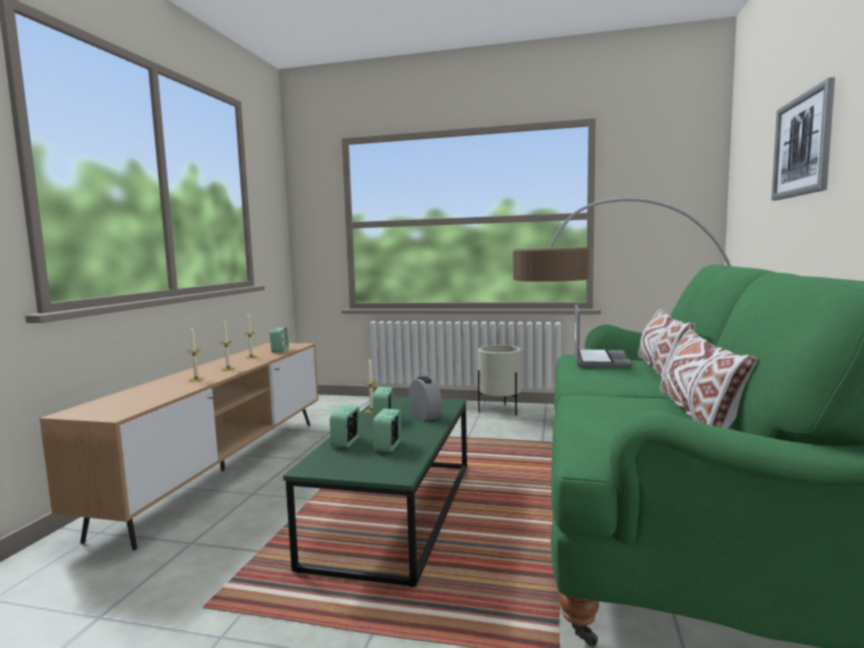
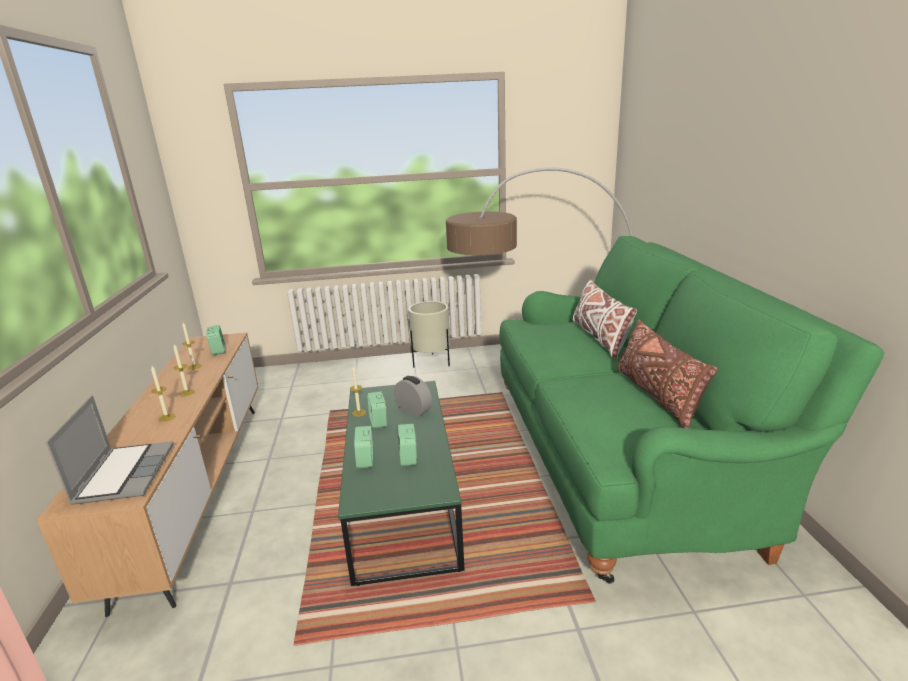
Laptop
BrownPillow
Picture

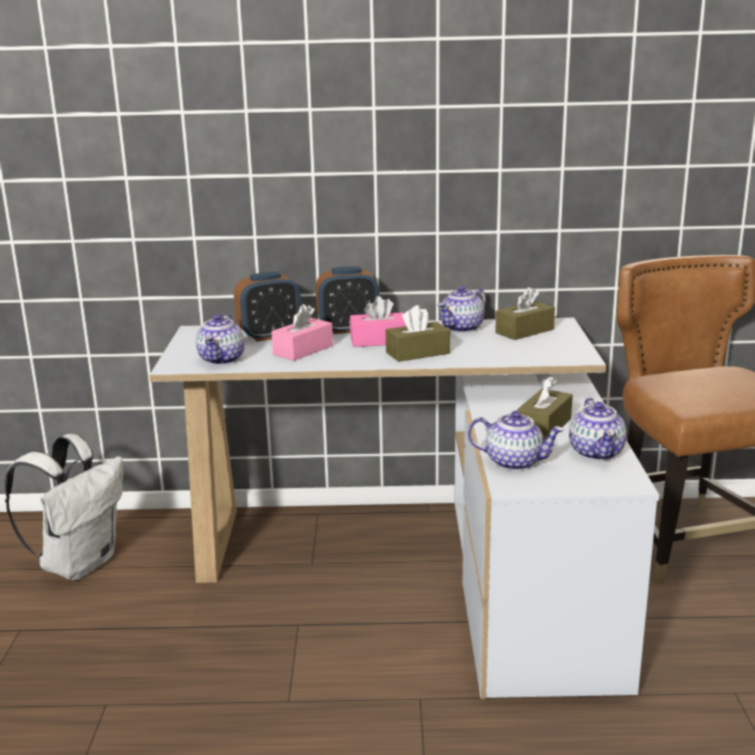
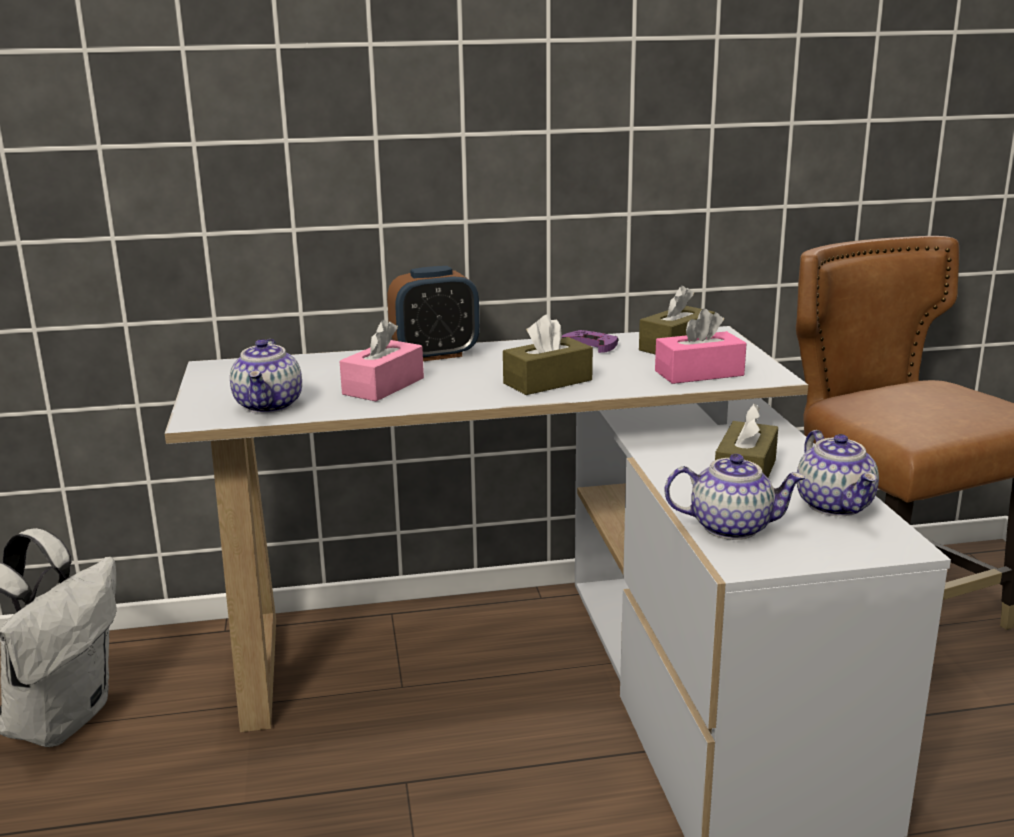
AlarmClock (no. 1 from left in the first image)
PinkTissueBox (no. 2 from left)
PurpleGameController

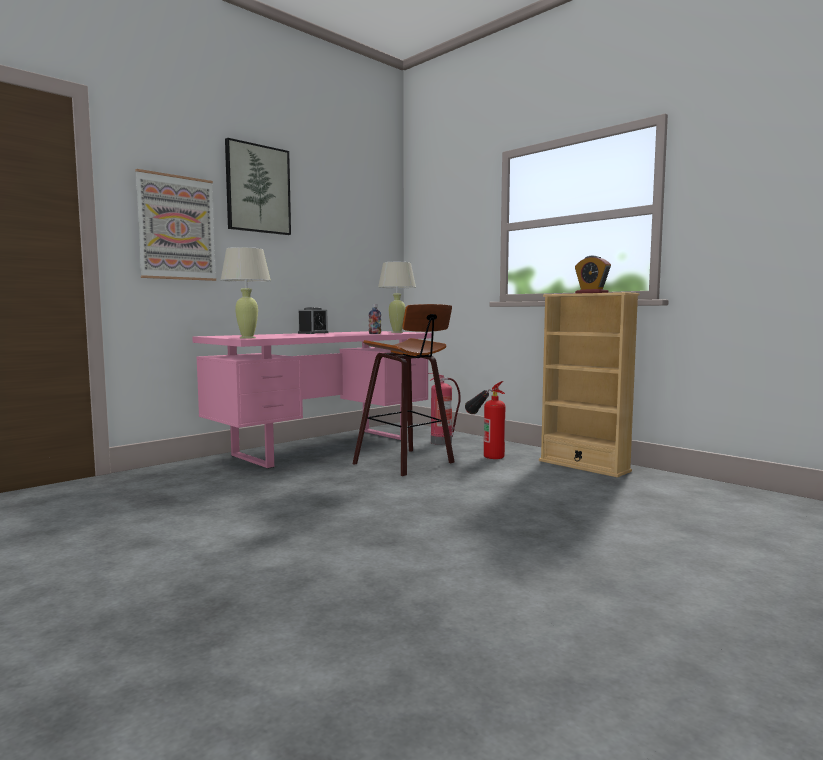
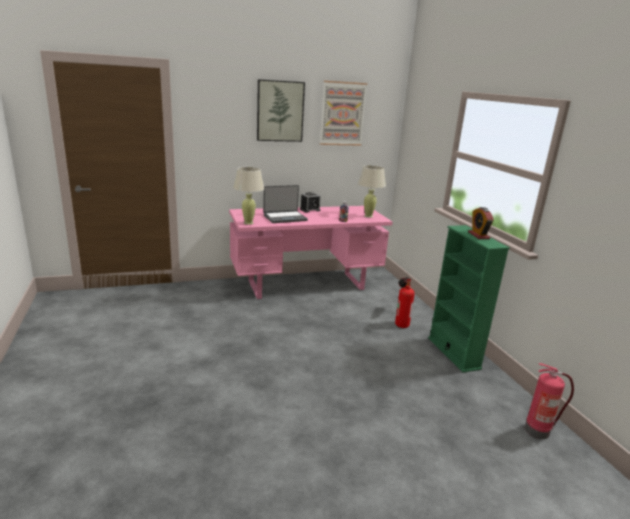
Picture (no. 2 from left)
Stool
FireExtinguisher (no. 2 from left)
GreenBookcase
Laptop

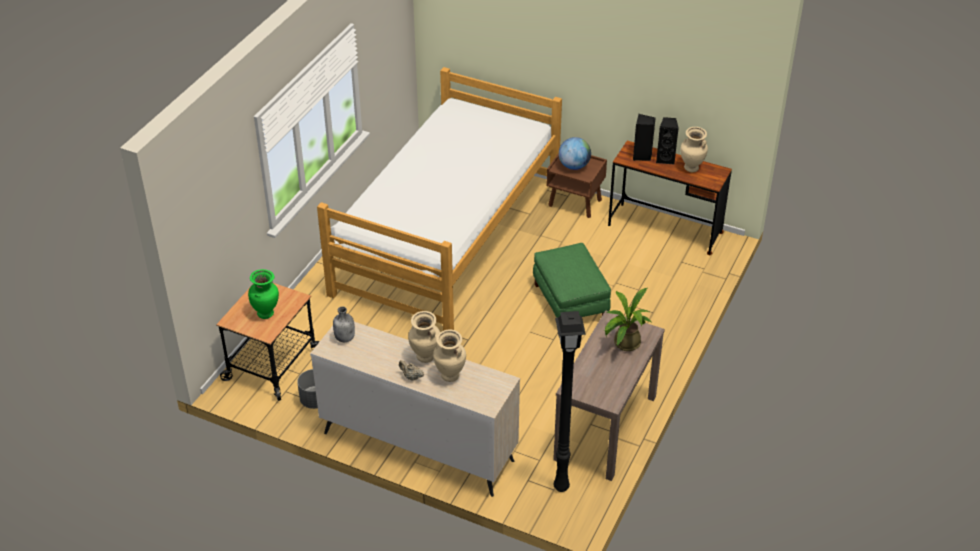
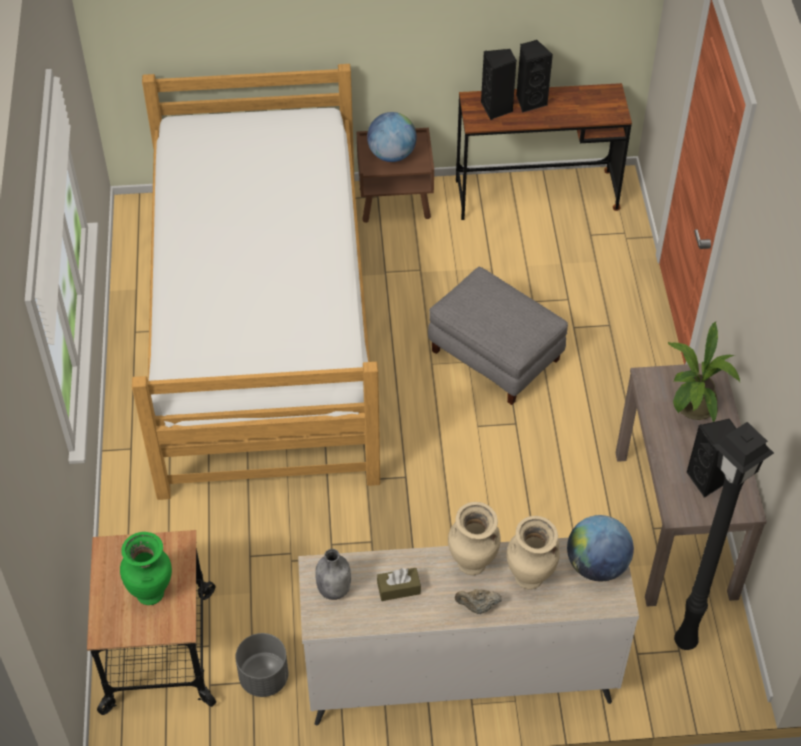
GreyOttoman
BeigeVase (no. 3 from left in the first image)
BrownTissueBox
Globe (no. 2 from left)
BlackSpeaker (no. 3 from left)

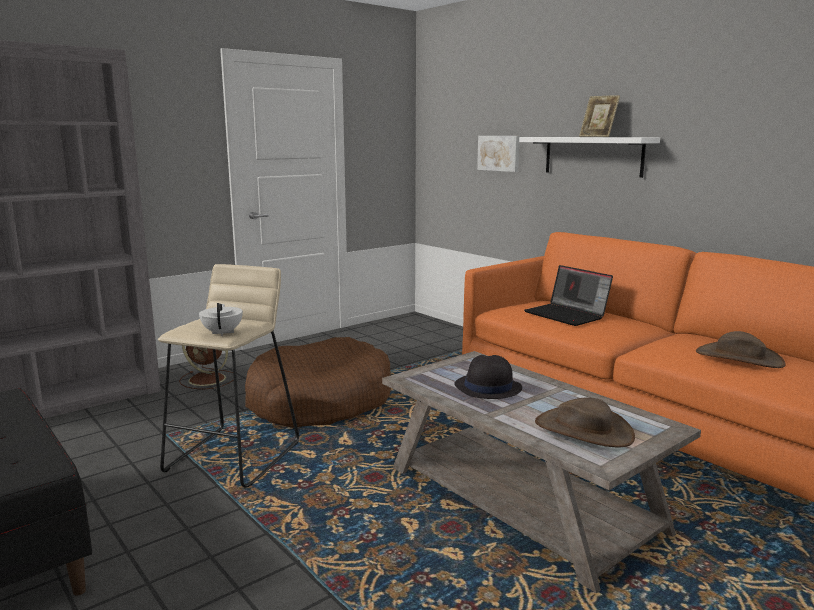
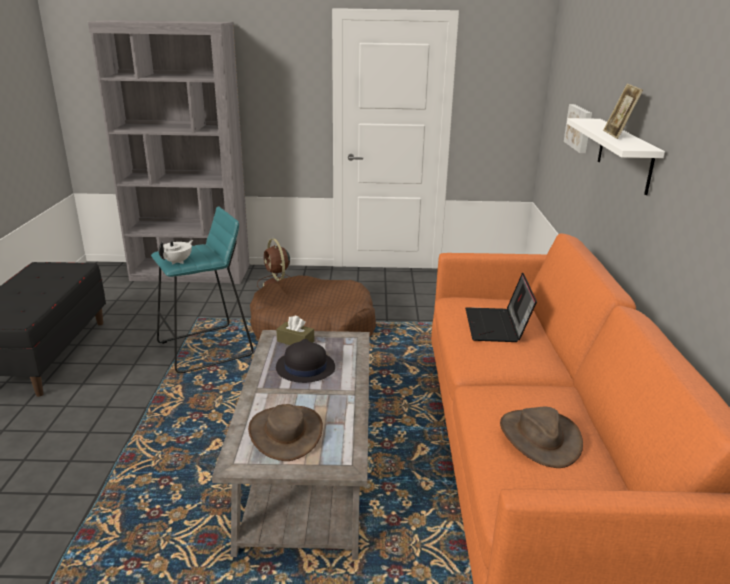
TurquoiseStool
BrownTissueBox

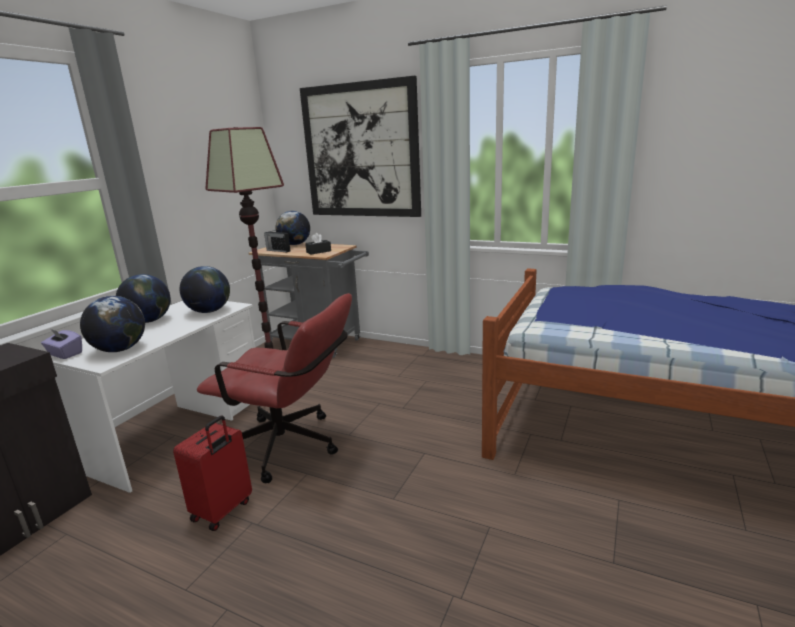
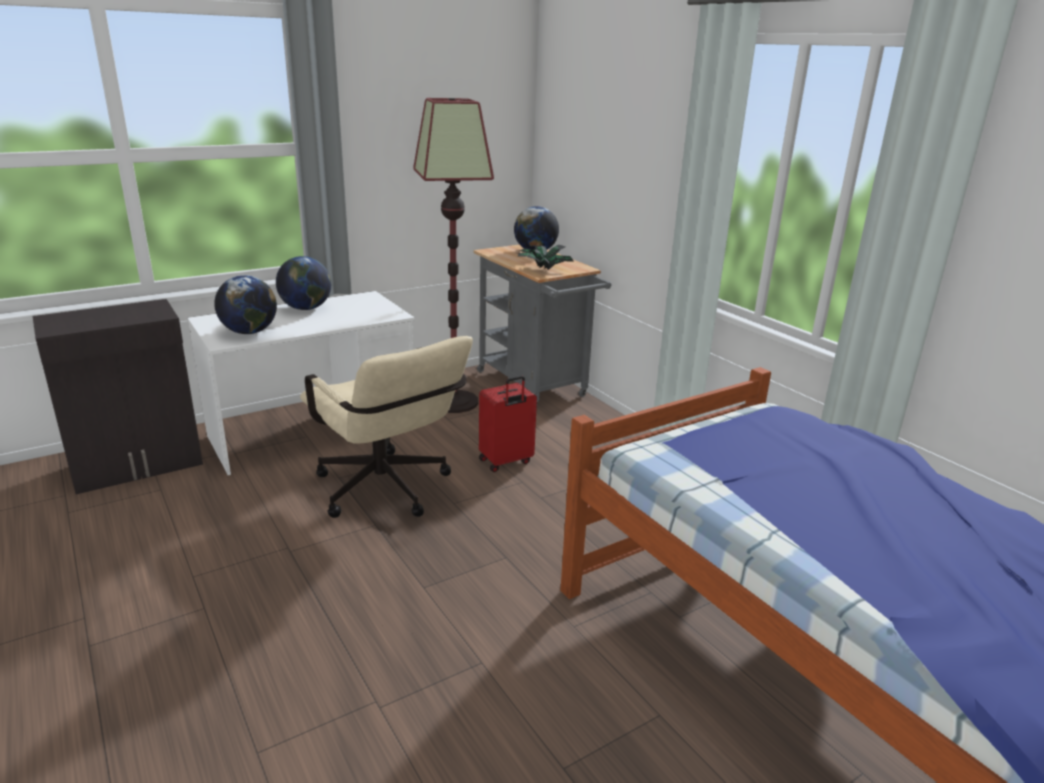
PurpleTissueBox
RedSuitcase
Globe (no. 3 from left in the first image)
BeigeOfficeChair
Radio
Picture
PottedPlant

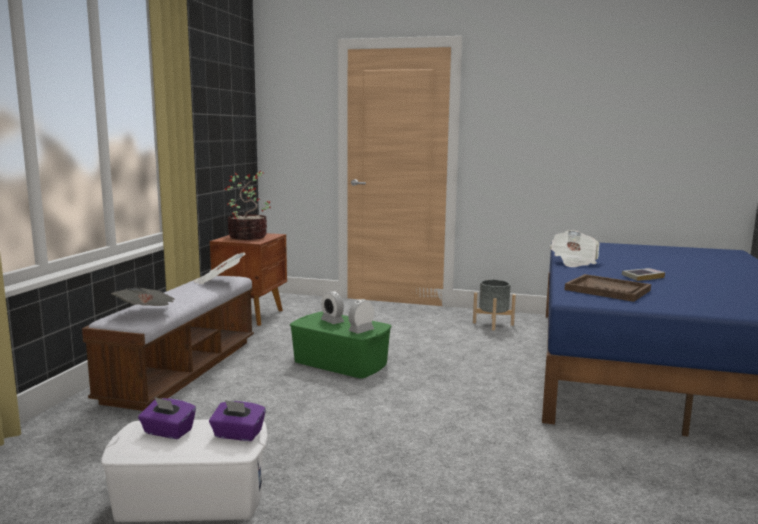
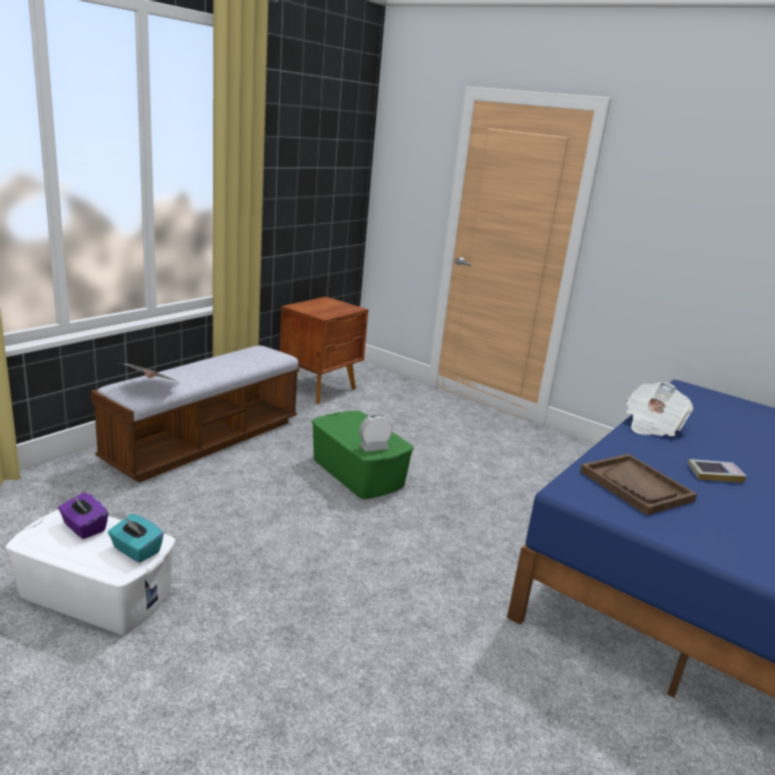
Newspaper (no. 2 from left in the first image)
TurquoiseTissueBox
PottedPlant
AlarmClock (no. 1 from left in the first image)
GreyPlanter

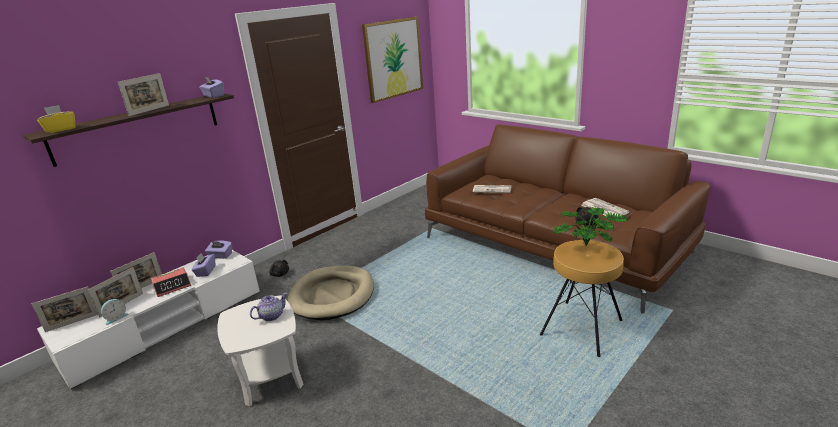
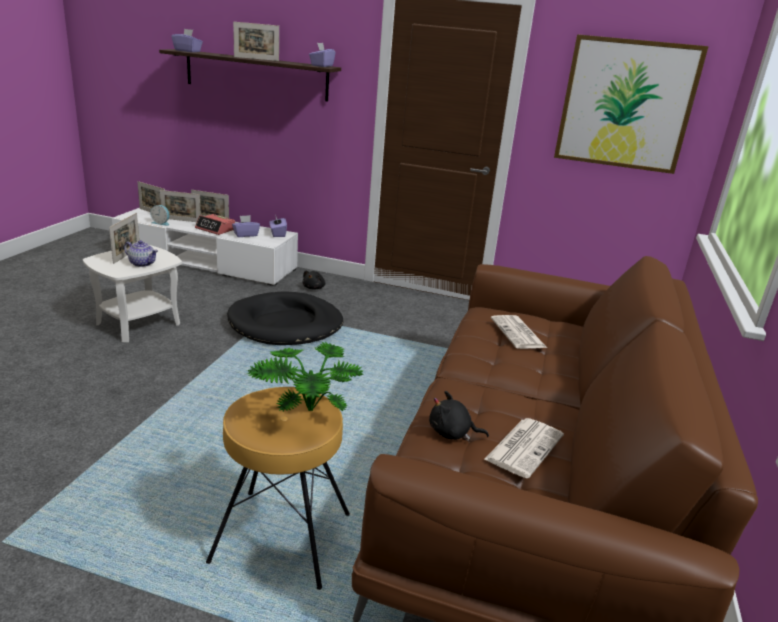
PurpleTissueBox (no. 1 from left)
BlackDogBed
PictureFrame (no. 1 from left)

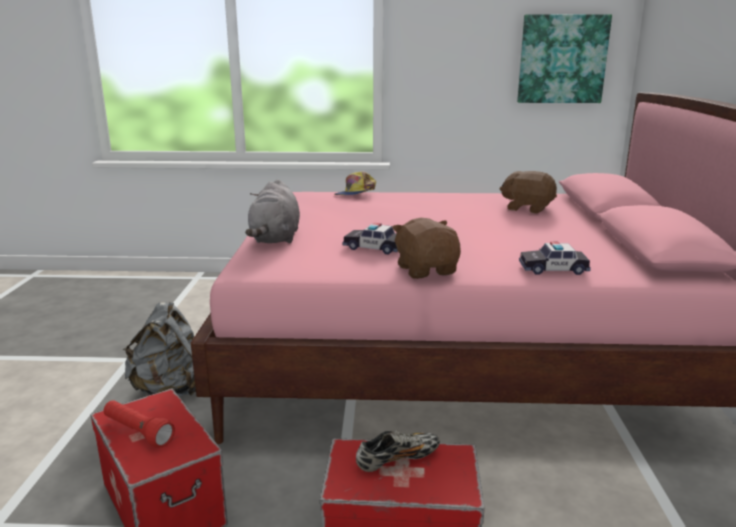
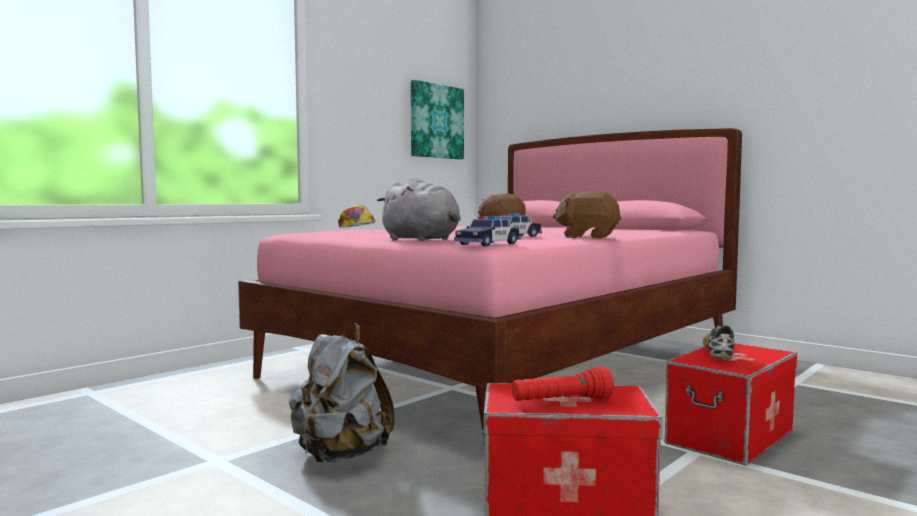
ToyCar (no. 1 from left)

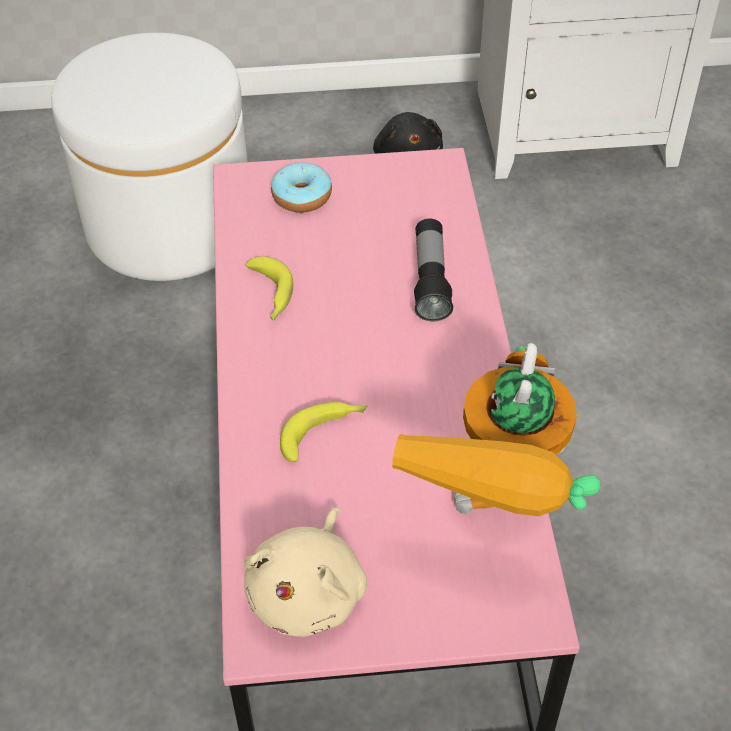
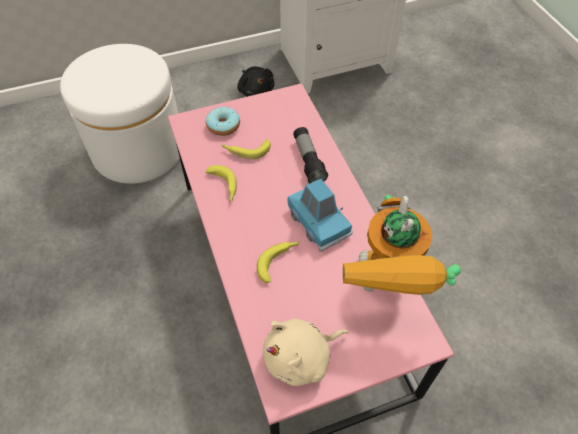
BeigePlushToy
Banana (no. 2 from left)
BlueToyCar

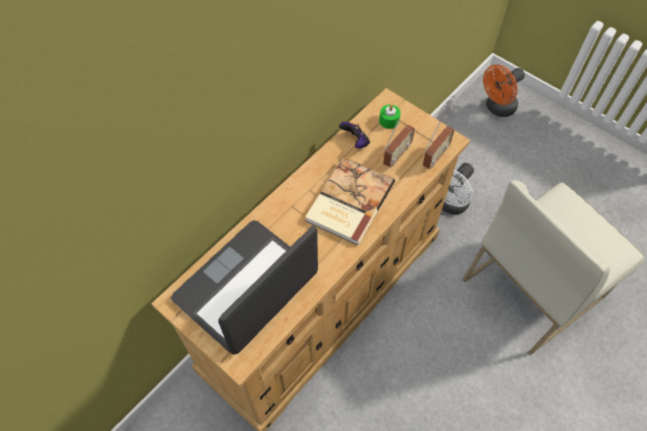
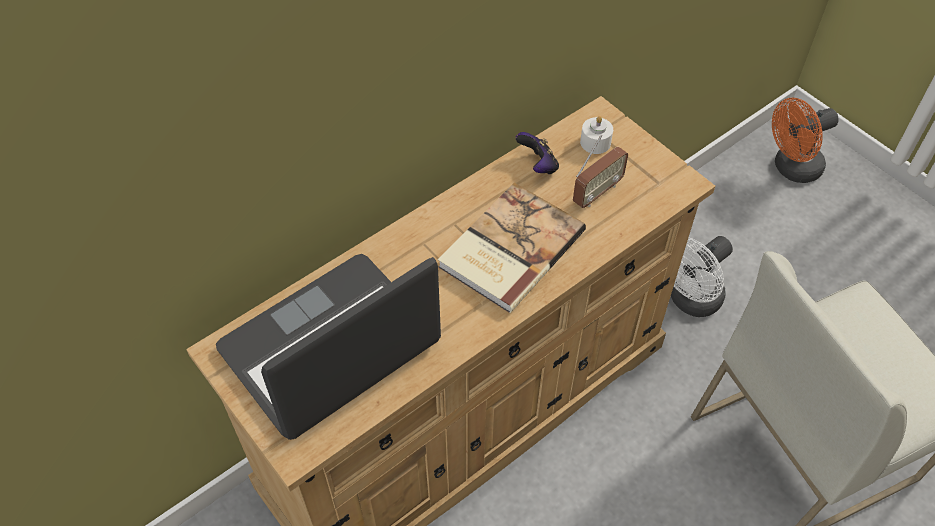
WhiteCandle
Radio (no. 2 from left in the first image)

